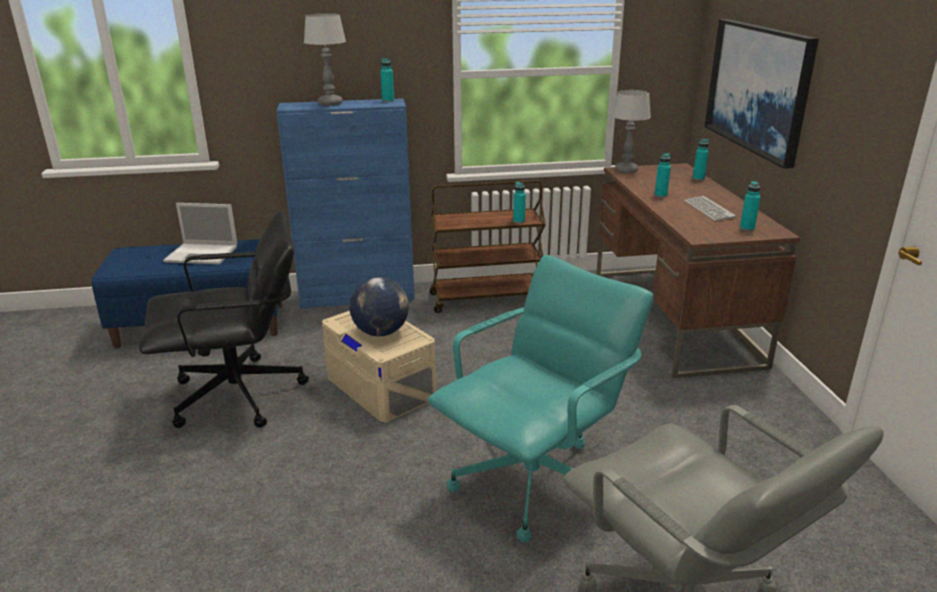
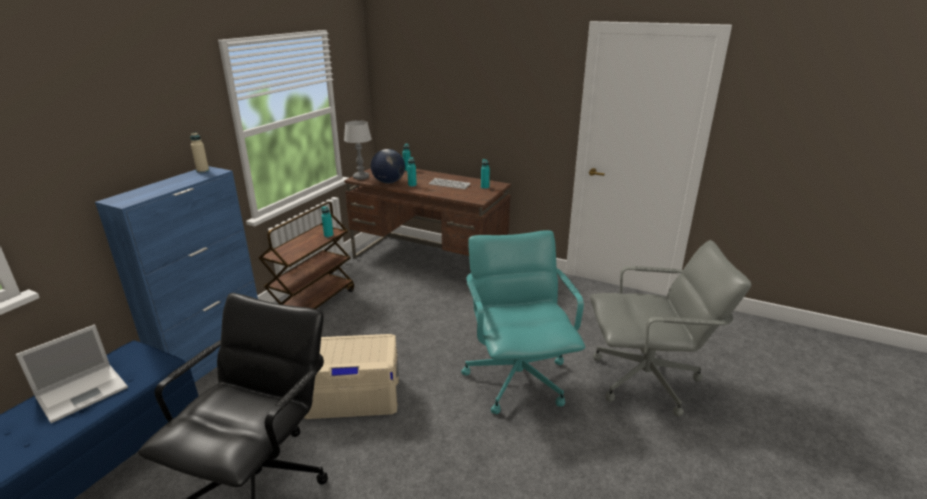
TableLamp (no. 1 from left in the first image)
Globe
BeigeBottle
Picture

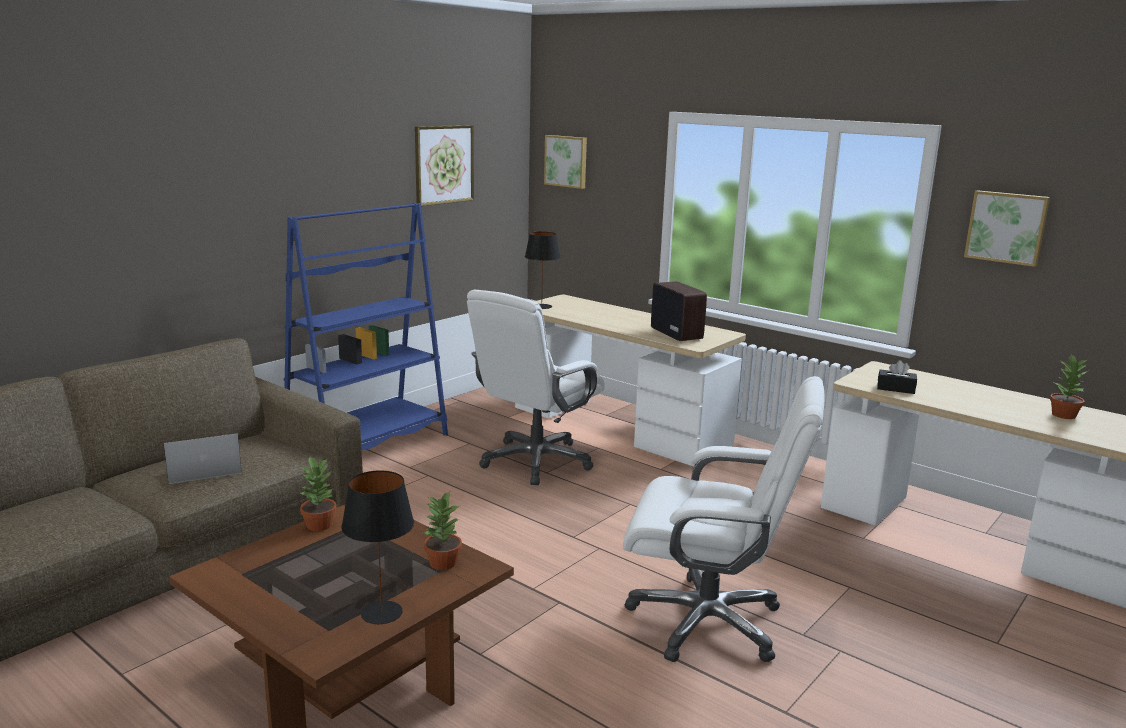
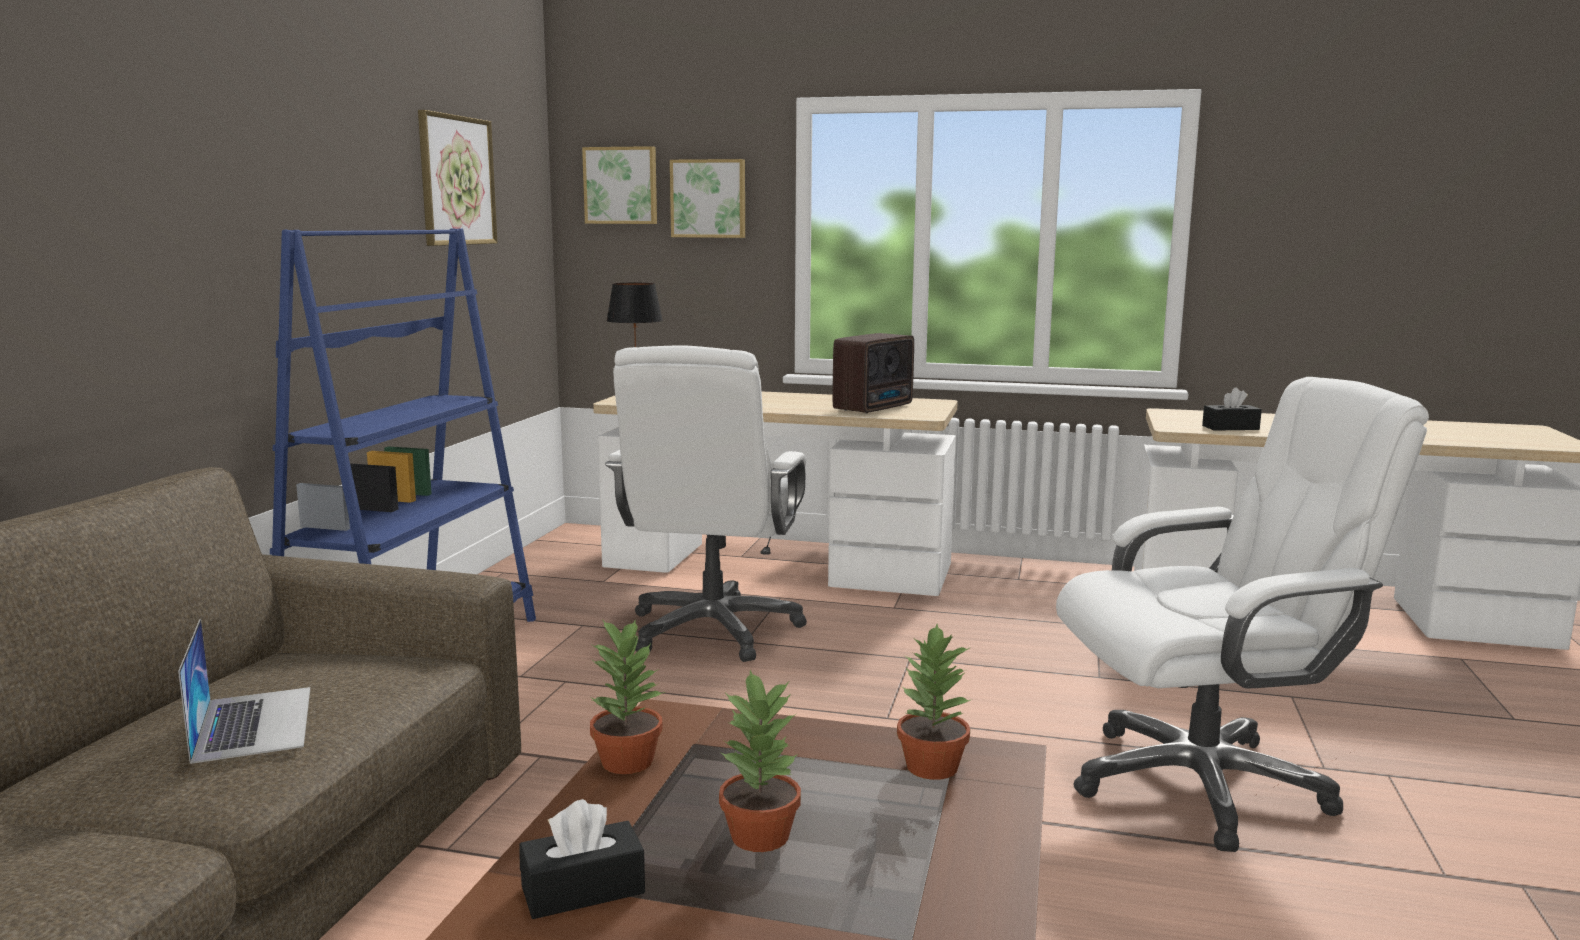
Laptop
BlackTableLamp (no. 1 from left in the first image)
Radio
Picture (no. 3 from left)
PottedPlant (no. 2 from left)
BlackTissueBox (no. 1 from left)

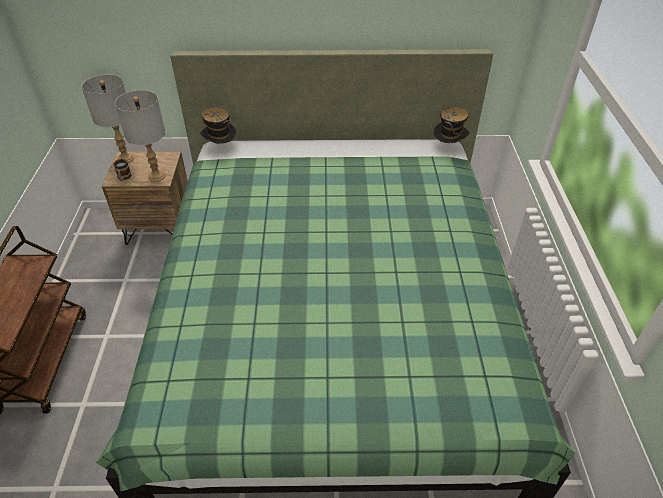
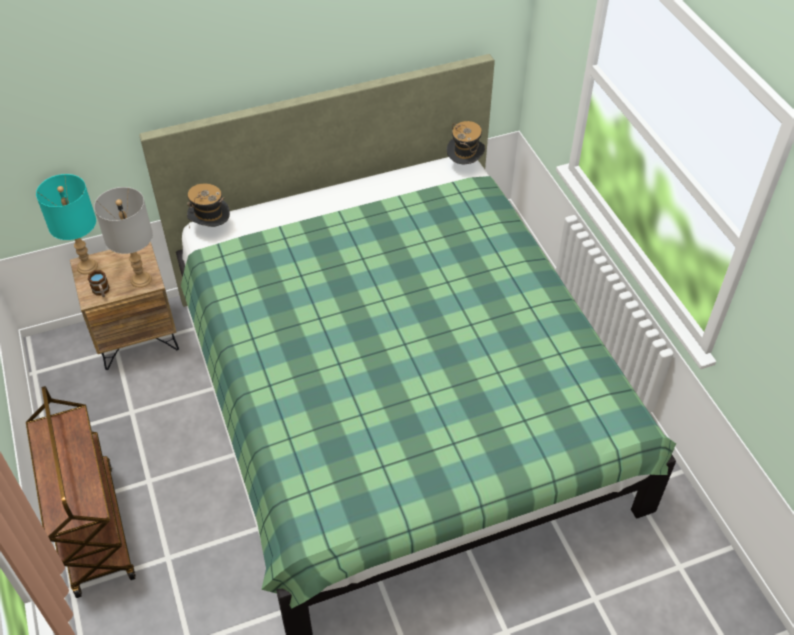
TurquoiseTableLamp

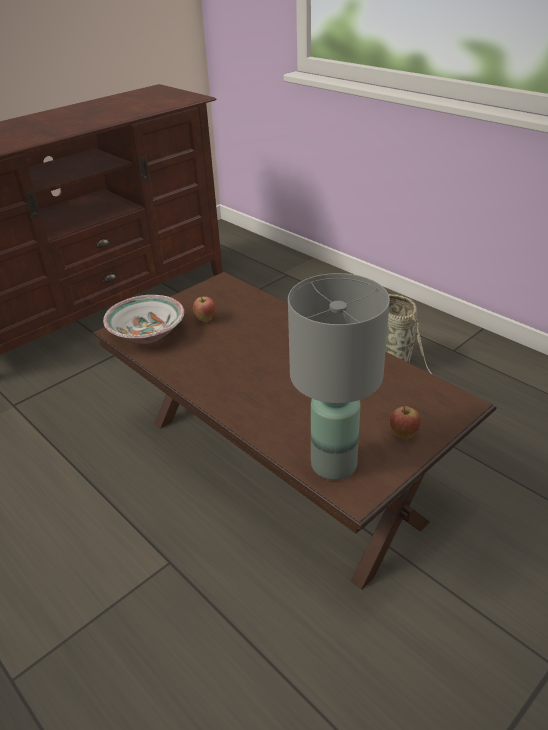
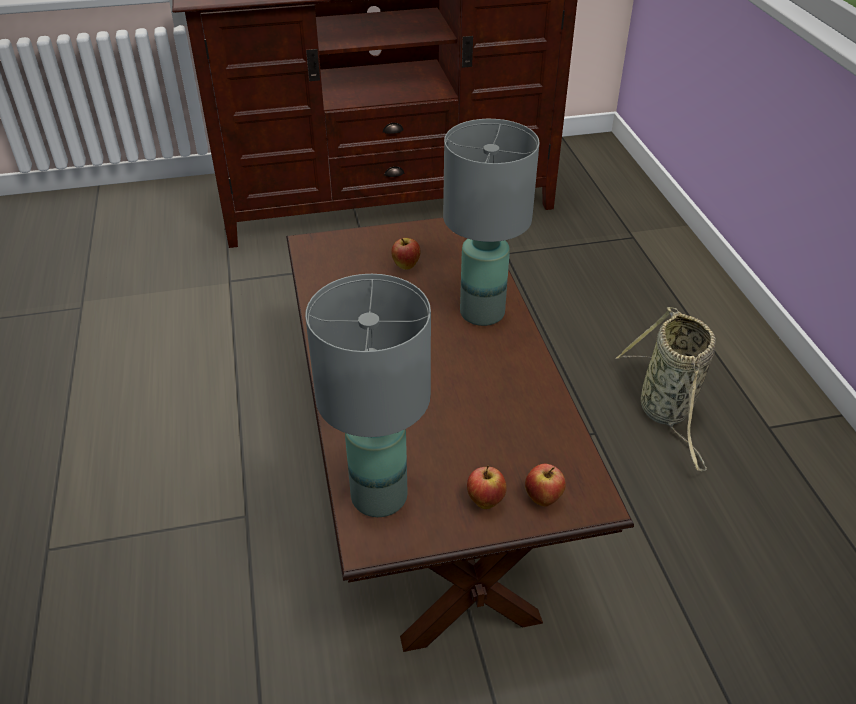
Bowl
GreyTableLamp (no. 2 from left)
Apple (no. 3 from left)

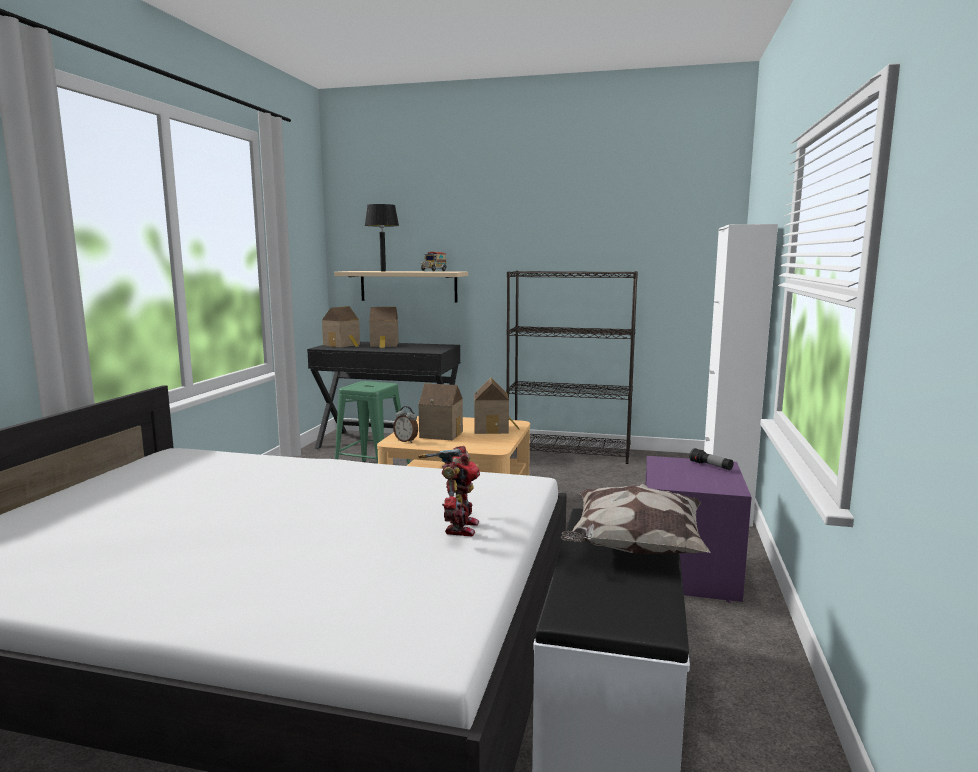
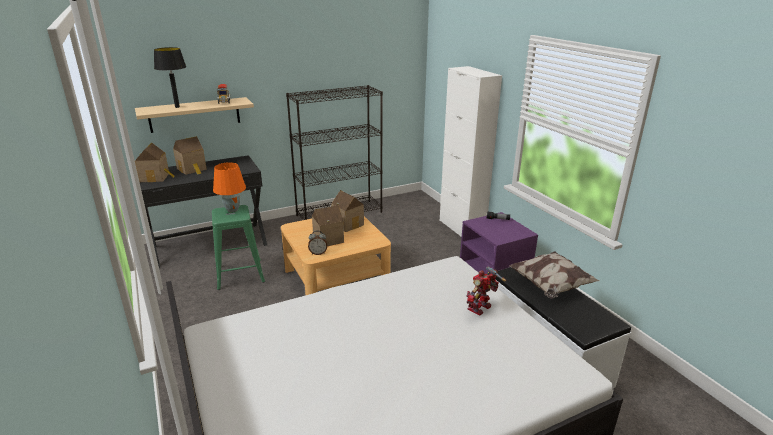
ToyRobot
OrangeTableLamp

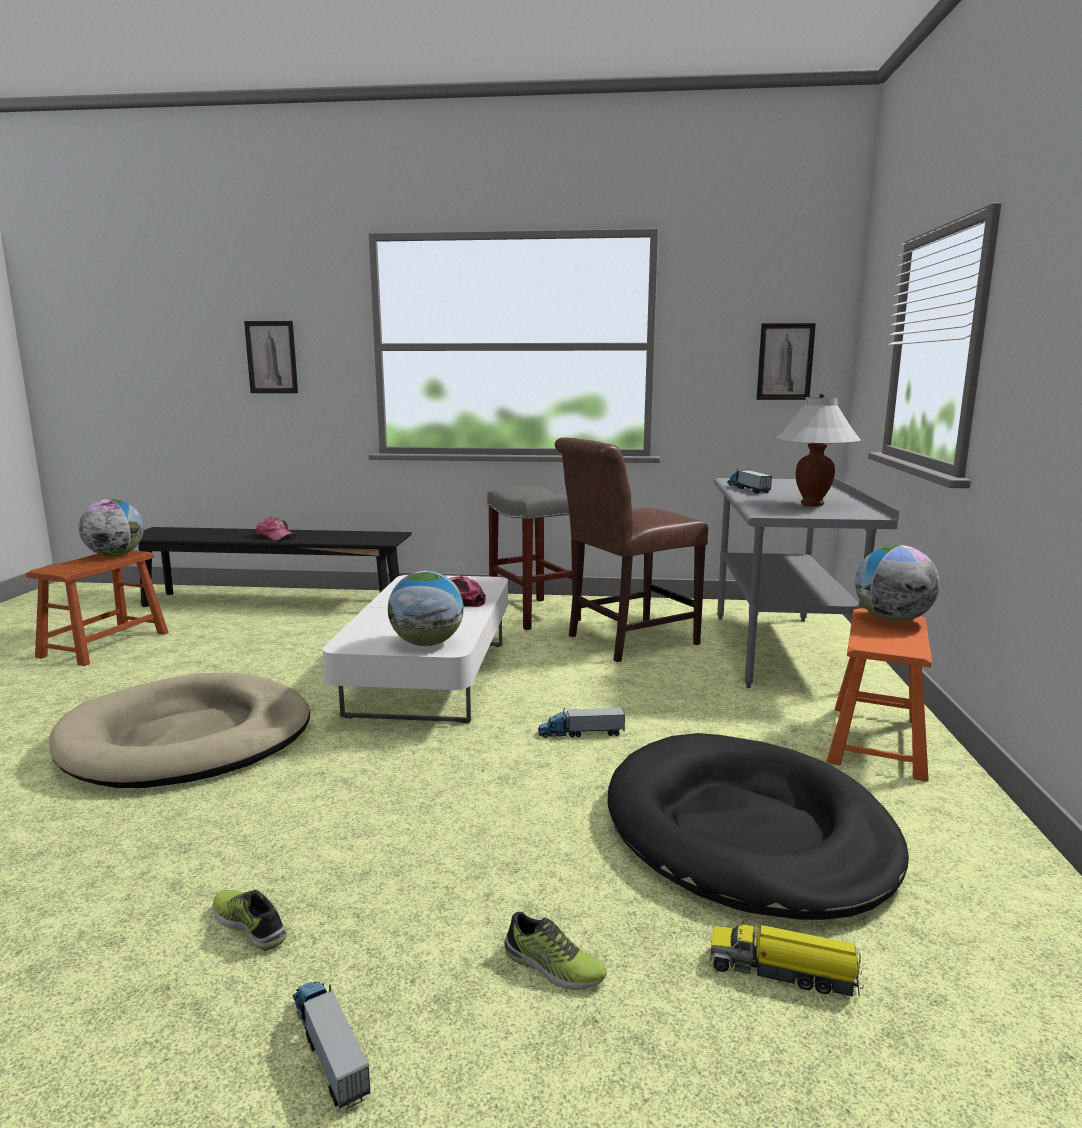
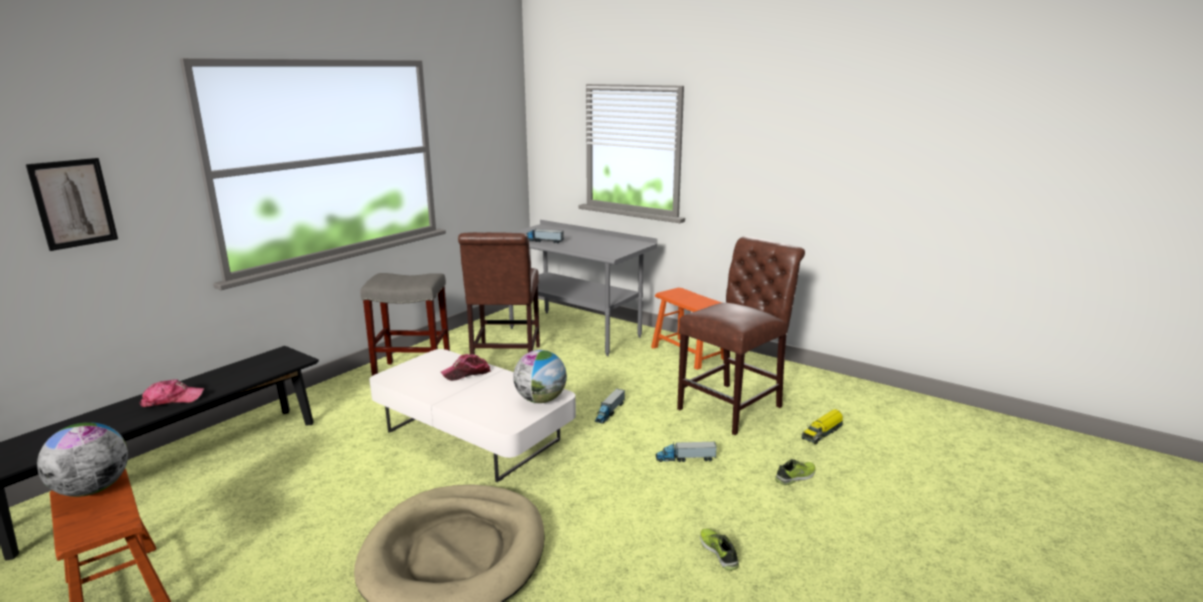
Shoe (no. 1 from left)
ToyTruck (no. 3 from left)
BrownChair (no. 2 from left)
Picture (no. 2 from left in the first image)
WhiteTableLamp
Globe (no. 3 from left in the first image)

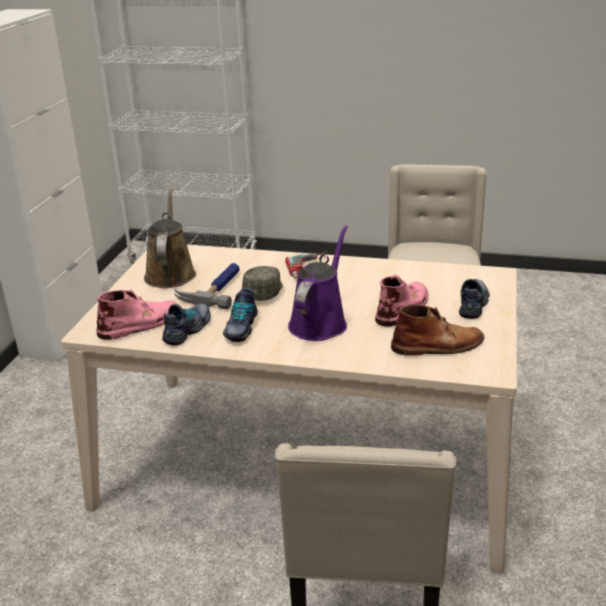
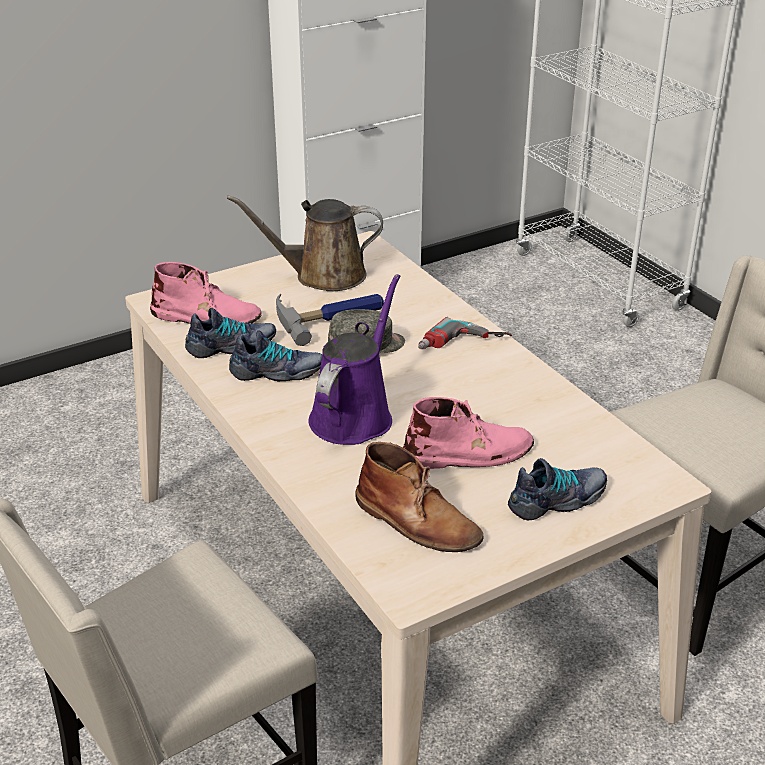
BrownWateringCan
Shoe (no. 2 from left)
PurpleWateringCan

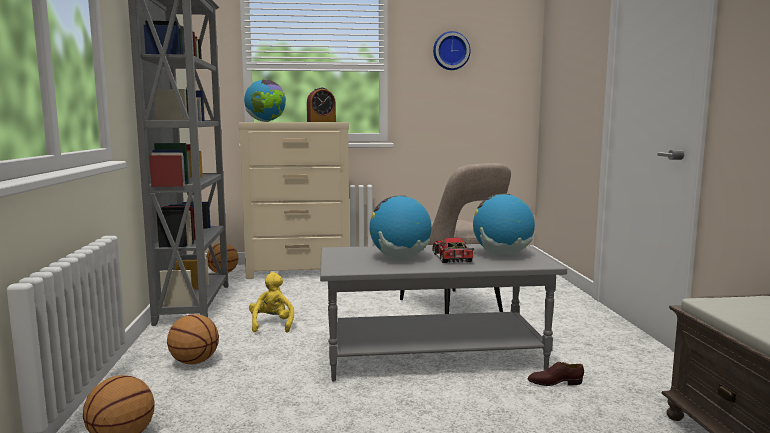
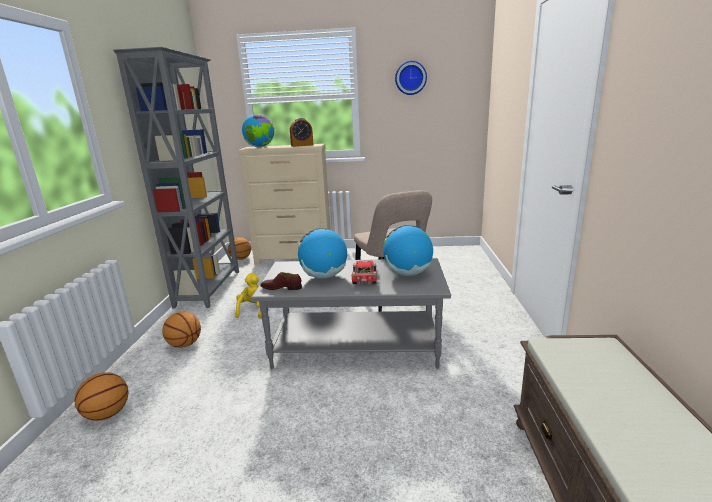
BrownShoe

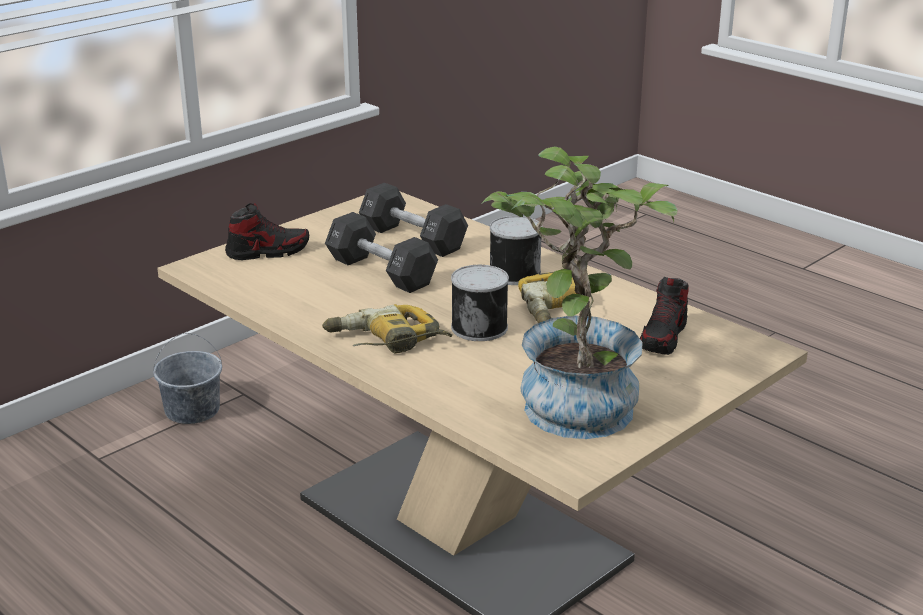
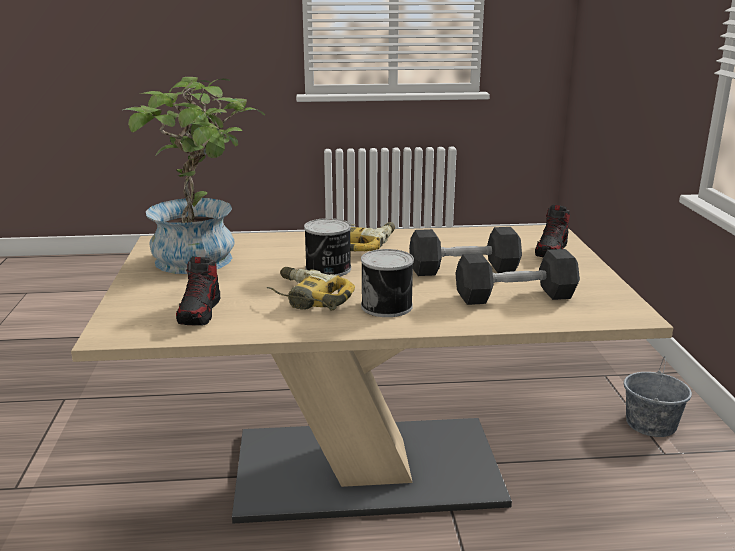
Shoe (no. 1 from left)

